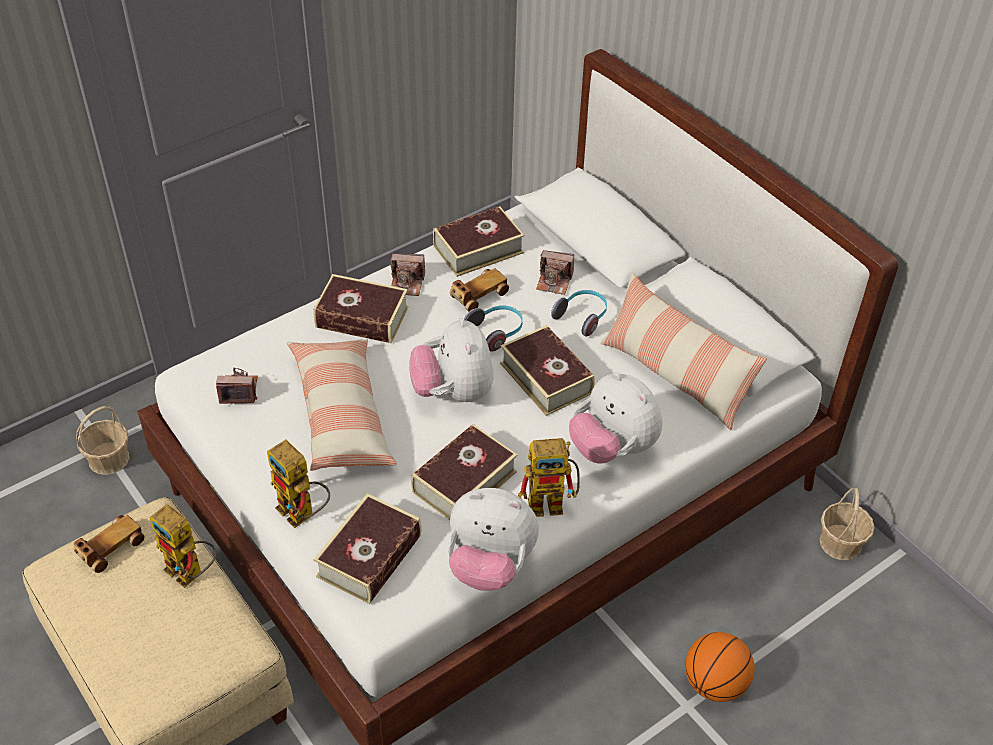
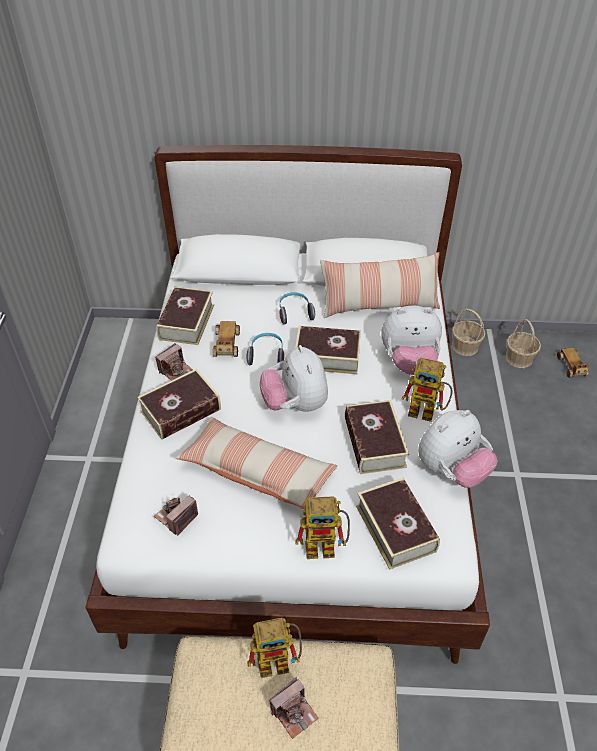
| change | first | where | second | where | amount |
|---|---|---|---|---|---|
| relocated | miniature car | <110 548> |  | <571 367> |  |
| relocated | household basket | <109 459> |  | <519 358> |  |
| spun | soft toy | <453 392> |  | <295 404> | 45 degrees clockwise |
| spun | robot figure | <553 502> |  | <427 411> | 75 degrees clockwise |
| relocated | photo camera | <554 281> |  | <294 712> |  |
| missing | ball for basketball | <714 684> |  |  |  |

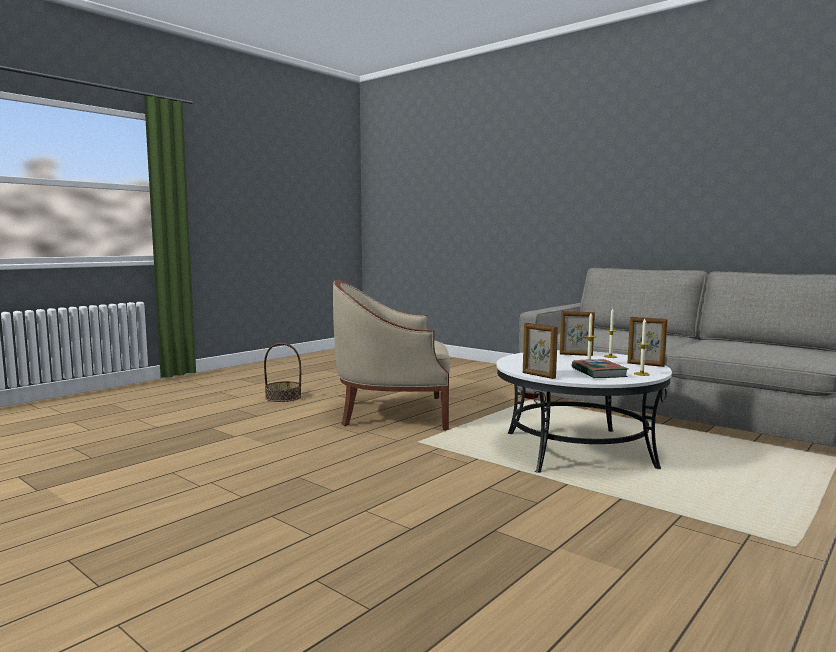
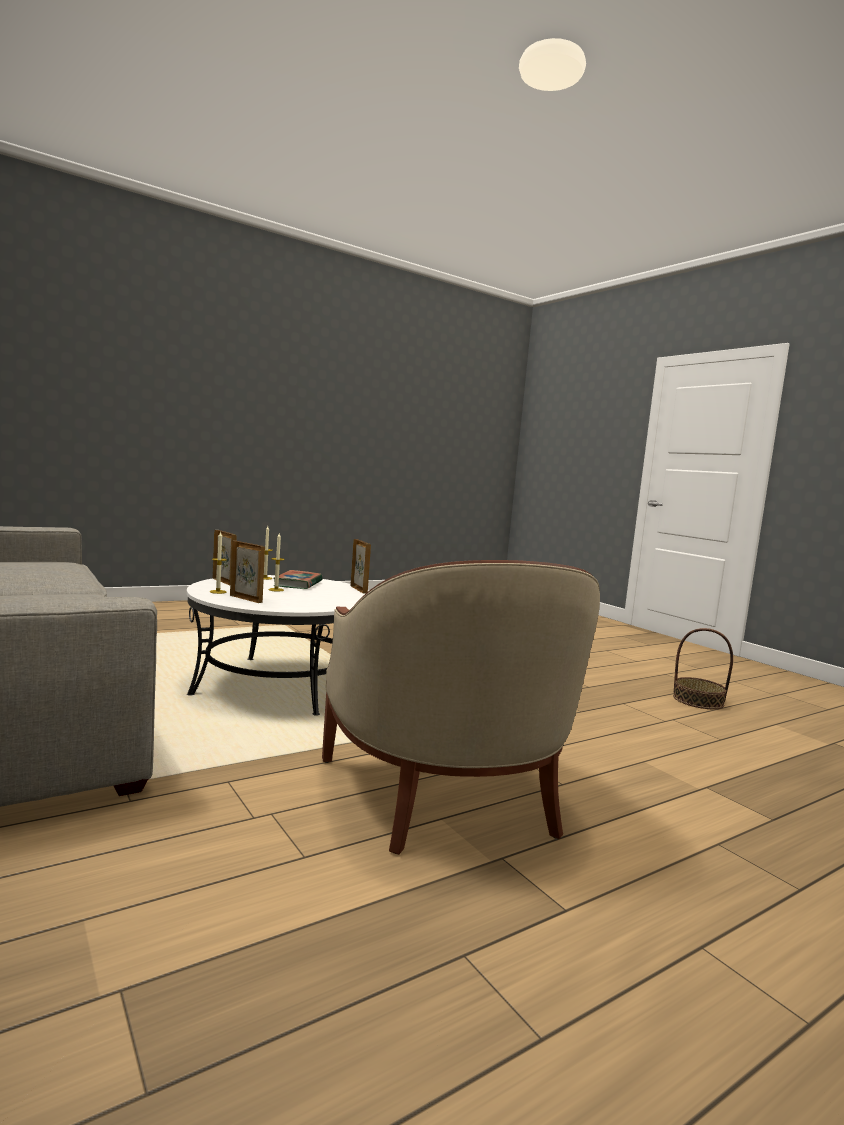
| change | first | where | second | where | amount |
|---|---|---|---|---|---|
| relocated | household basket | <283 397> |  | <698 700> |  |
| spun | beige easy chair | <394 413> |  | <445 795> | 60 degrees clockwise |

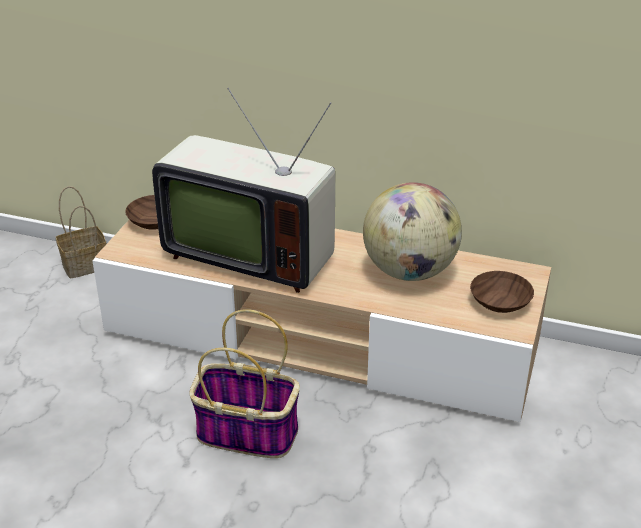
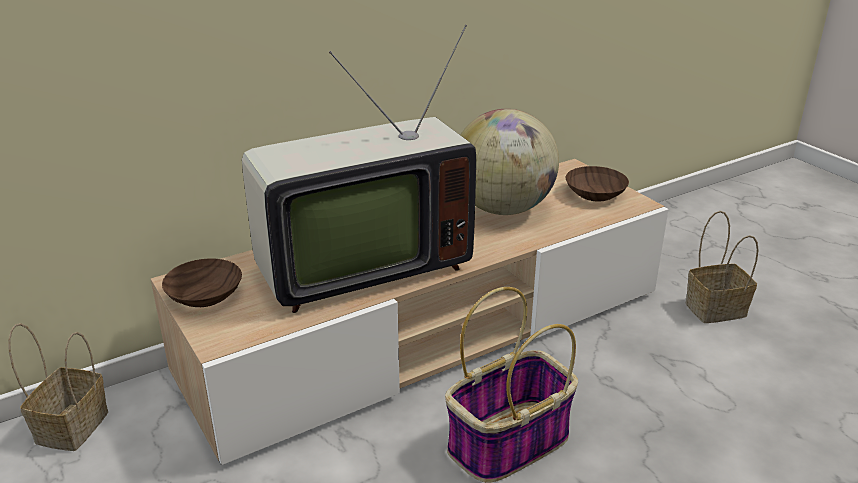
| change | first | where | second | where | amount |
|---|---|---|---|---|---|
| appeared |  |  | household basket | <716 308> |  |

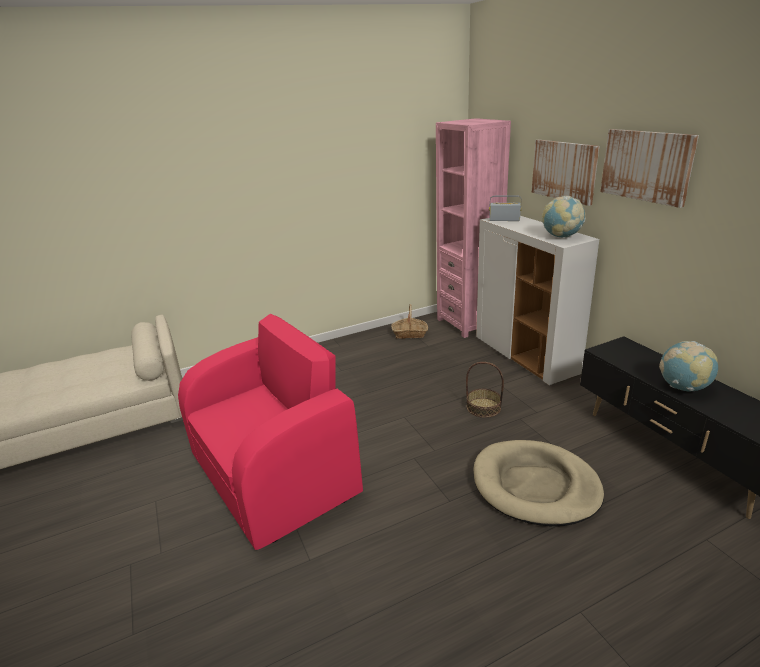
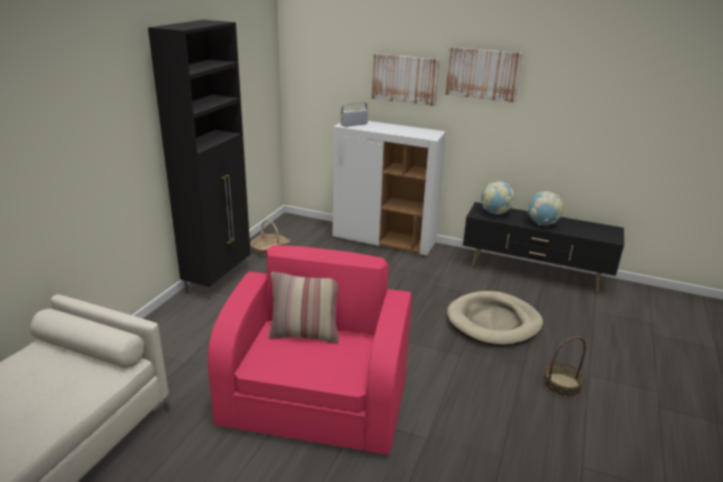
| change | first | where | second | where | amount |
|---|---|---|---|---|---|
| missing | pink-coloured shelving unit | <468 323> |  |  |  |
| relocated | household basket | <483 407> |  | <561 385> |  |
| relocated | desk globe | <561 236> |  | <495 213> |  |
| appeared |  |  | black-coloured storage cabinet | <219 280> |  |
| appeared |  |  | pillow | <305 334> |  |

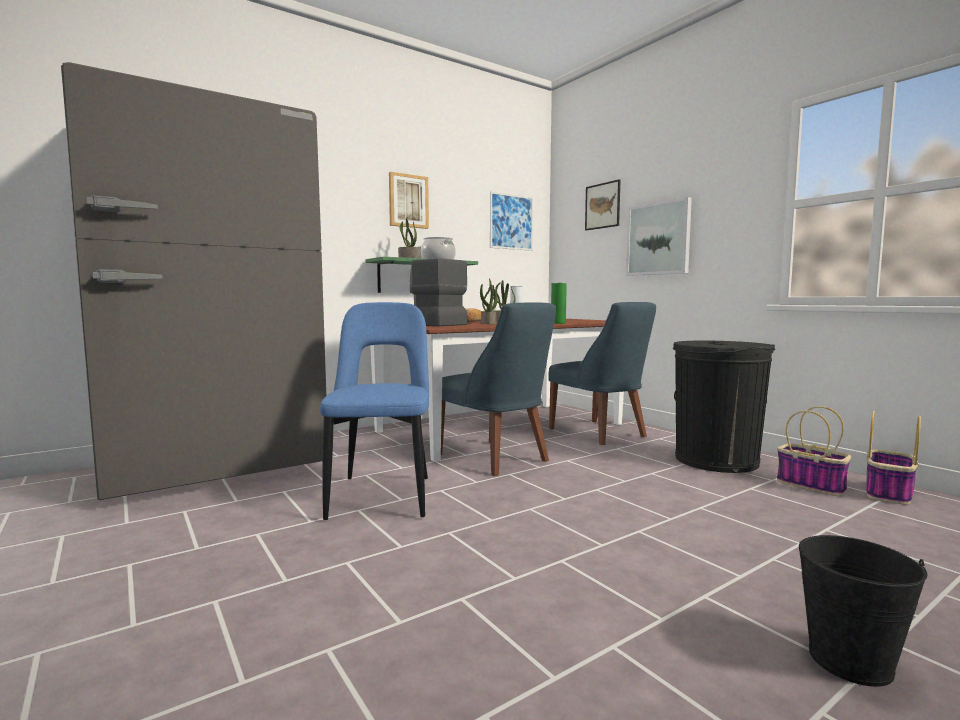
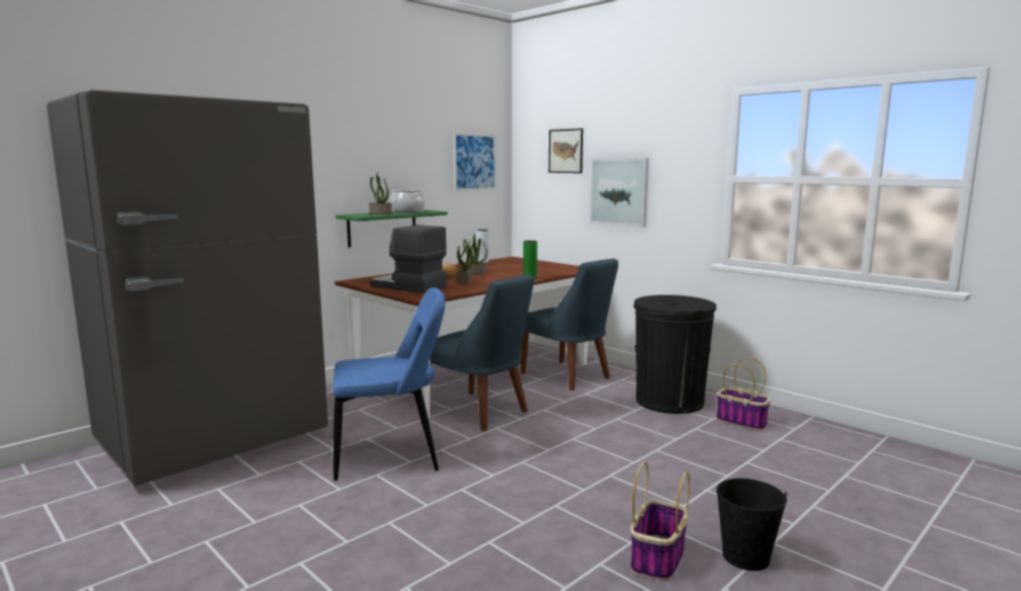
| change | first | where | second | where | amount |
|---|---|---|---|---|---|
| spun | blue plain chair | <383 494> |  | <391 458> | 90 degrees clockwise |
| missing | picture | <408 201> |  |  |  |
| relocated | household basket | <888 493> |  | <657 559> |  |

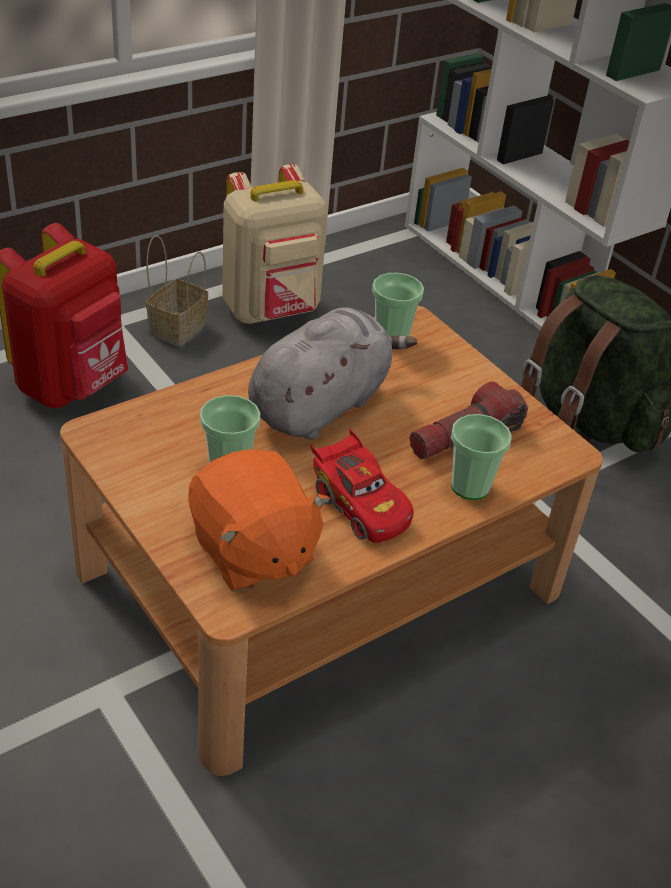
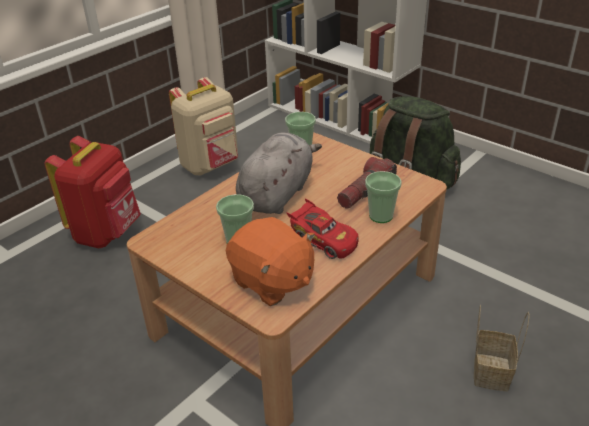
| change | first | where | second | where | amount |
|---|---|---|---|---|---|
| relocated | household basket | <178 327> |  | <490 370> |  |

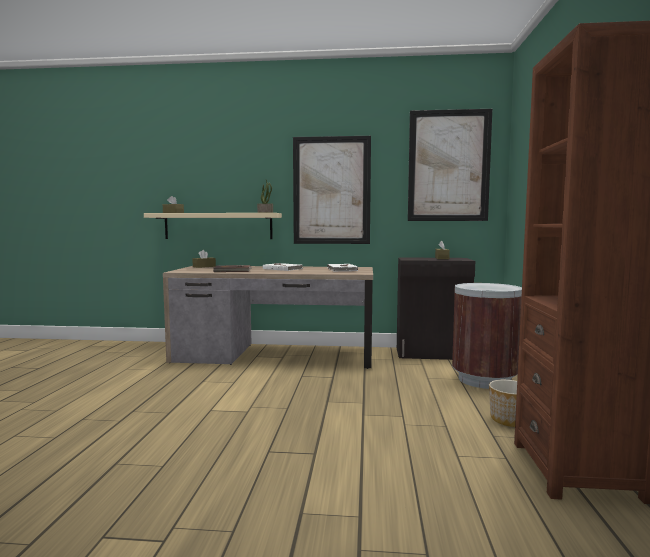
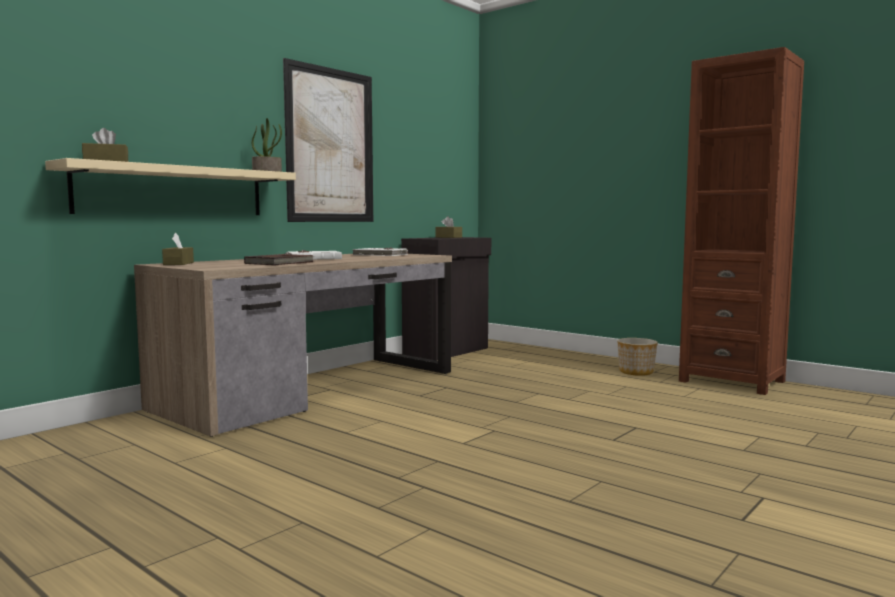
| change | first | where | second | where | amount |
|---|---|---|---|---|---|
| missing | picture | <448 166> |  |  |  |
| missing | brownish rubbish bin | <484 380> |  |  |  |

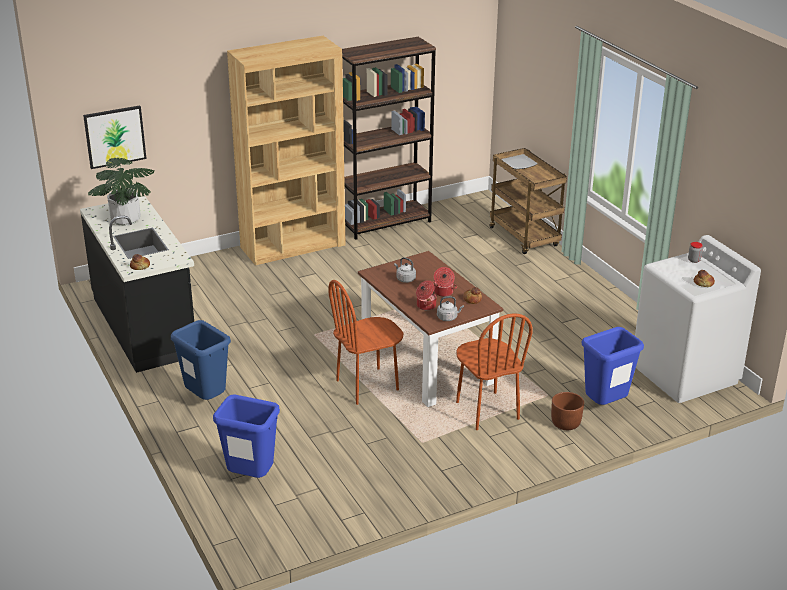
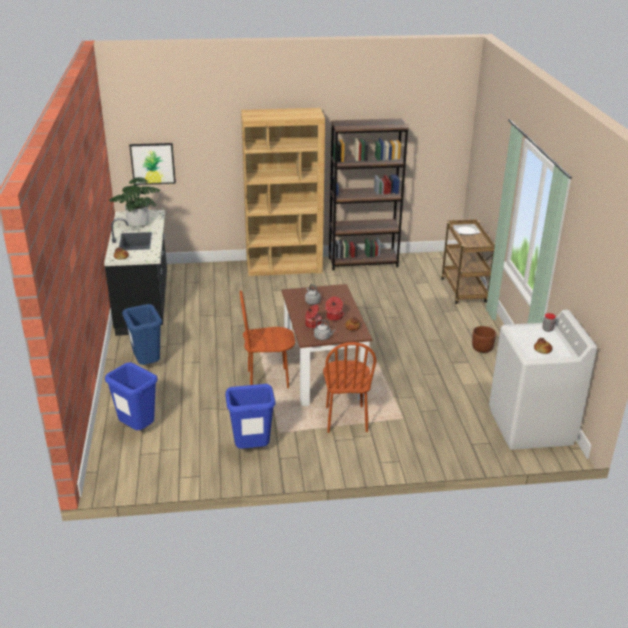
| change | first | where | second | where | amount |
|---|---|---|---|---|---|
| relocated | brownish planter | <565 424> |  | <482 348> |  |
| relocated | blue rubbish bin | <604 406> |  | <251 450> |  |

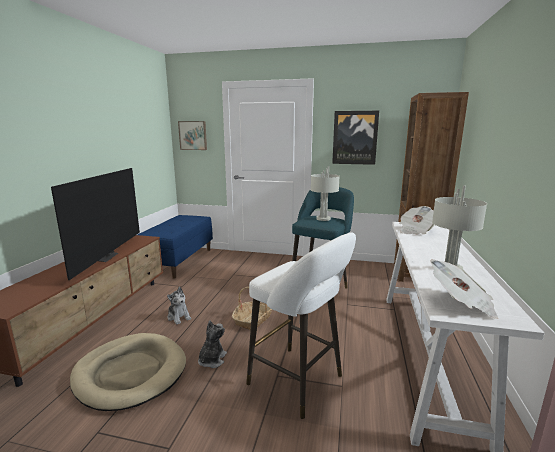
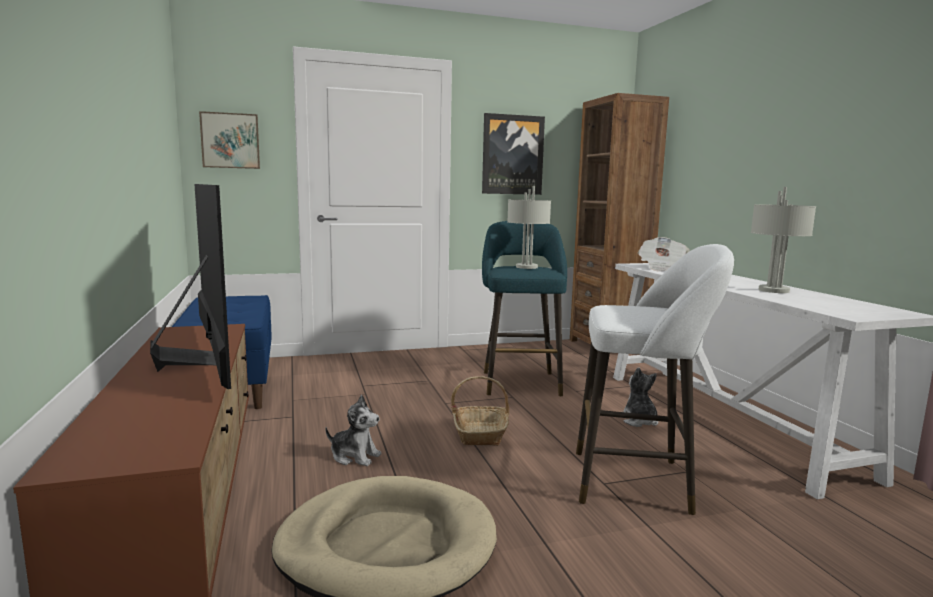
| change | first | where | second | where | amount |
|---|---|---|---|---|---|
| relocated | soft toy | <211 360> |  | <639 421> |  |
| missing | newspaper | <461 303> |  |  |  |

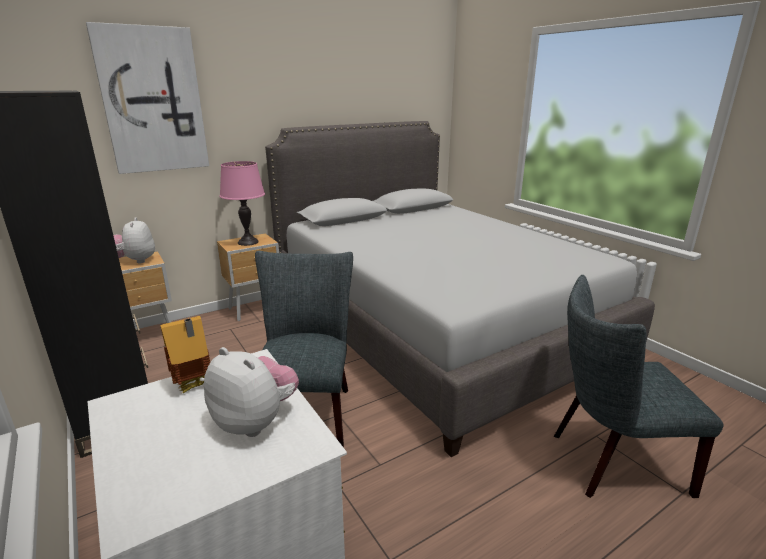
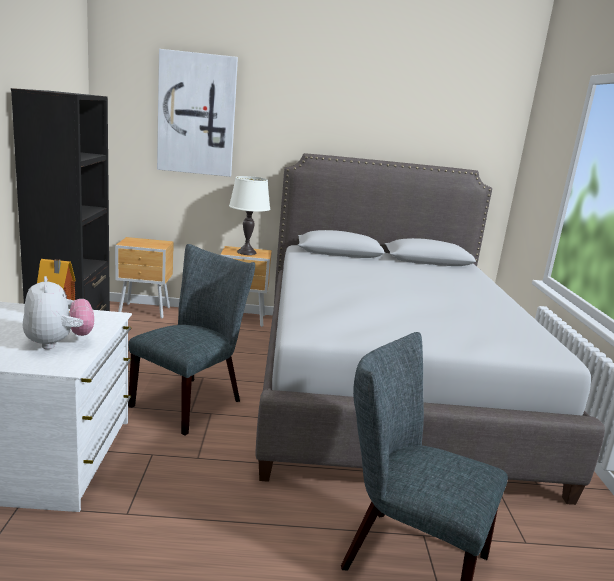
| change | first | where | second | where | amount |
|---|---|---|---|---|---|
| missing | soft toy | <135 261> |  |  |  |
| colour | pink-coloured table lamp | <248 242> | whitish table lamp | <246 252> |  |

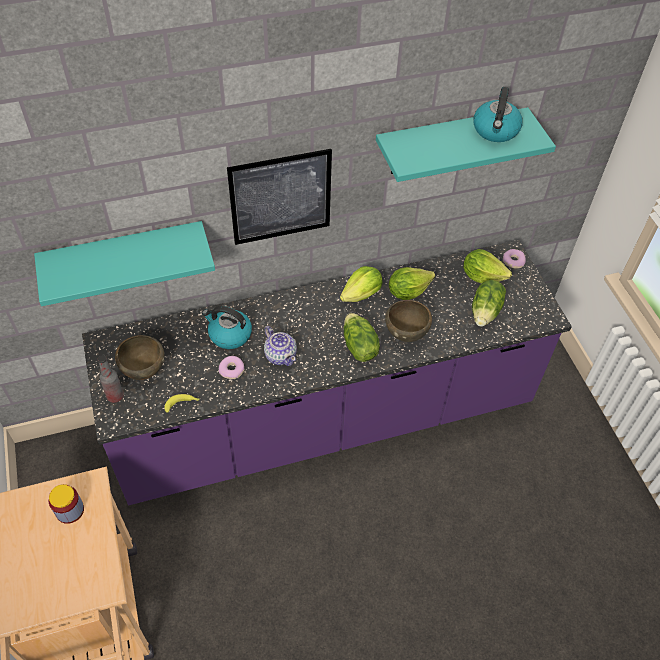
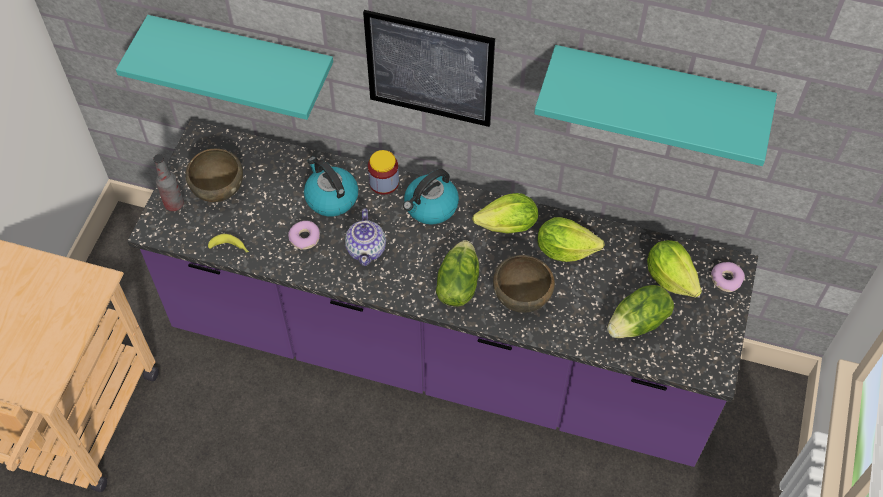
| change | first | where | second | where | amount |
|---|---|---|---|---|---|
| relocated | storage jar | <70 510> |  | <384 182> |  |
| relocated | kettle | <495 131> |  | <430 207> |  |

